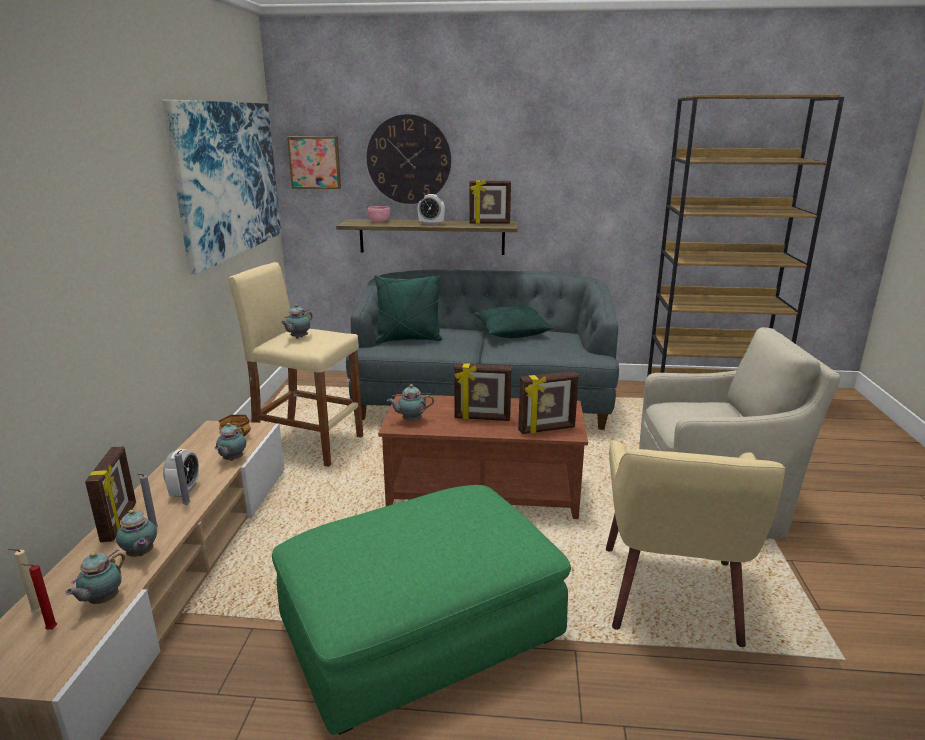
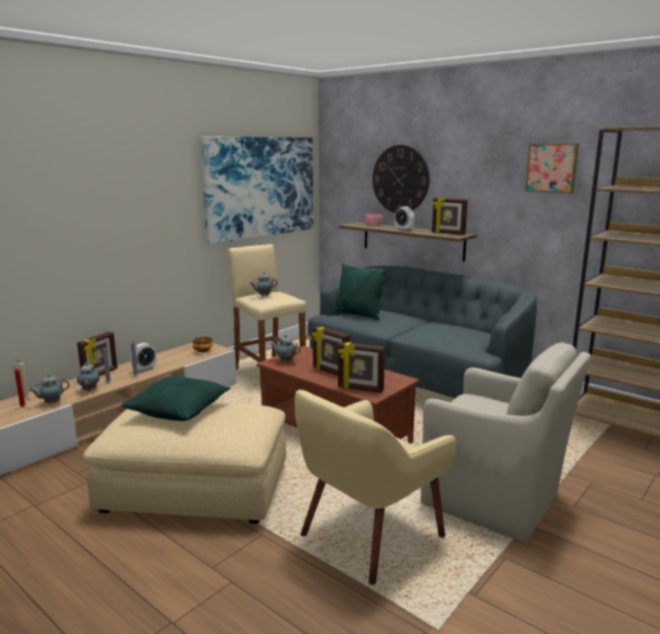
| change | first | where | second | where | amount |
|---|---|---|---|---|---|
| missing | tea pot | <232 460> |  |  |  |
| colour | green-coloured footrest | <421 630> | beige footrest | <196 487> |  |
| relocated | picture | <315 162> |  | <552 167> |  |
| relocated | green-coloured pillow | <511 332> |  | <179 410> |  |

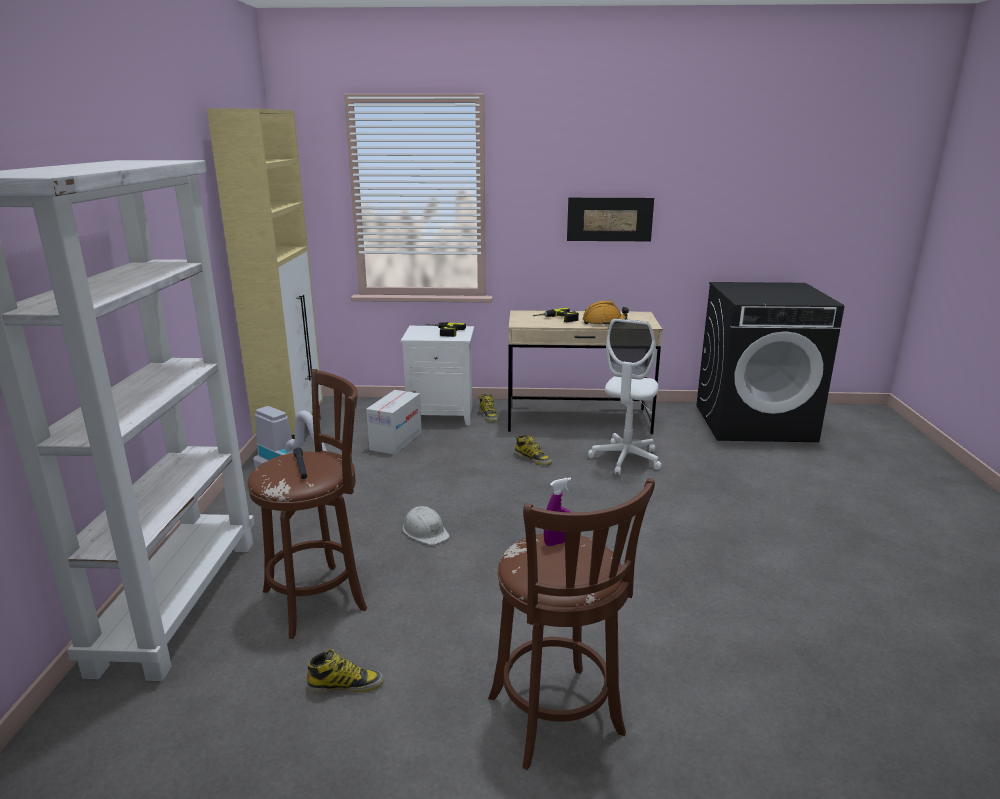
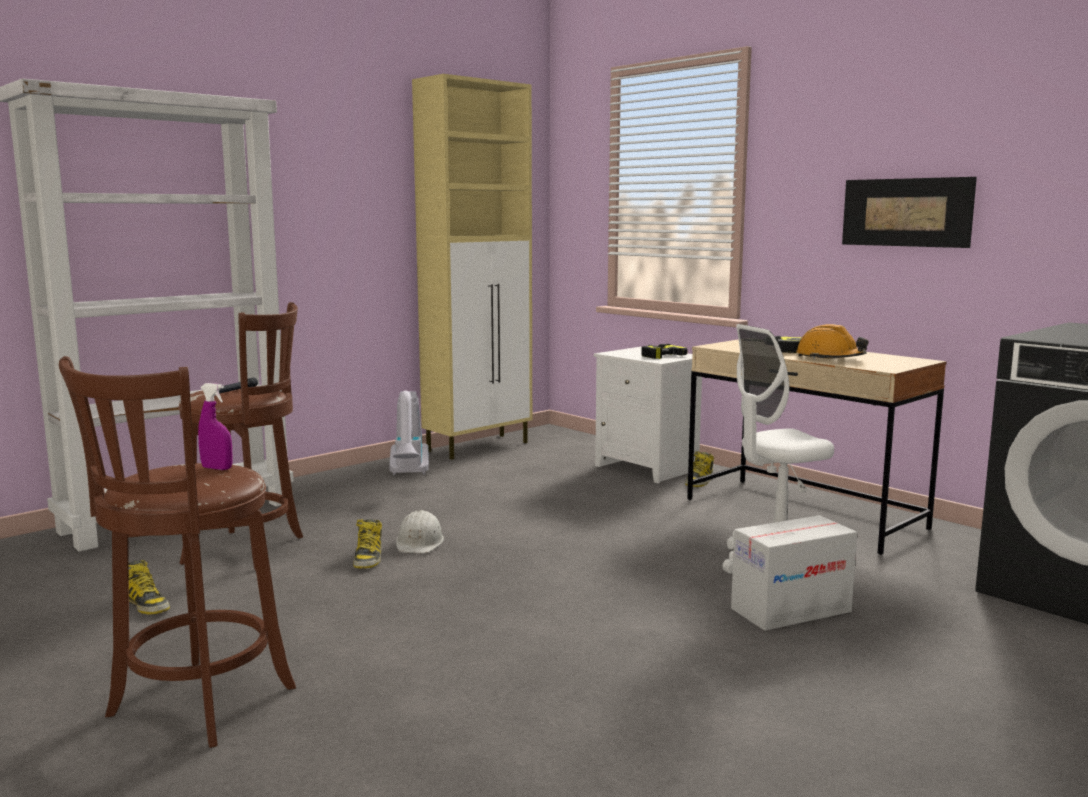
| change | first | where | second | where | amount |
|---|---|---|---|---|---|
| relocated | cardboard box | <396 441> |  | <791 610> |  |
| relocated | tall boot | <533 458> |  | <368 558> |  |

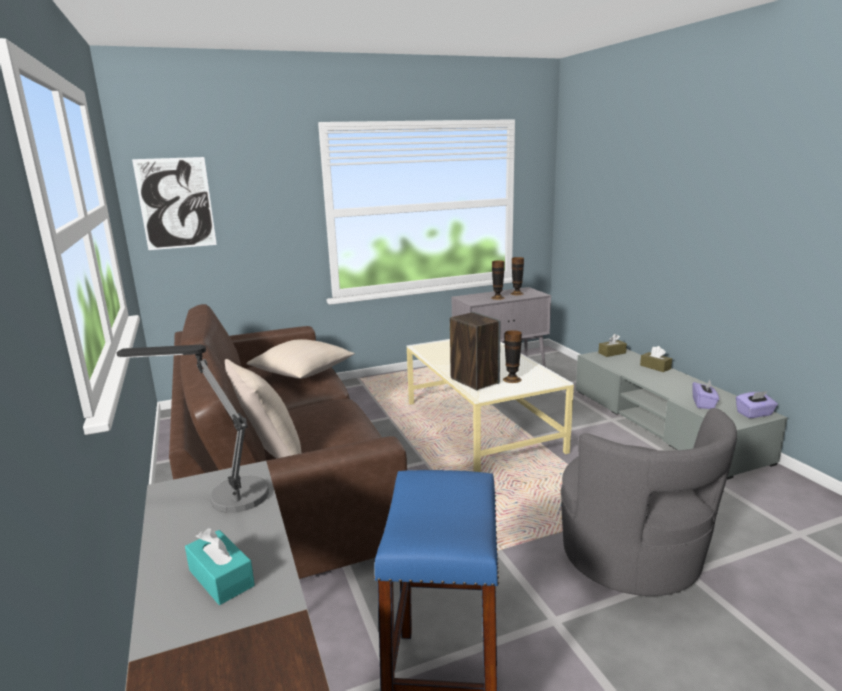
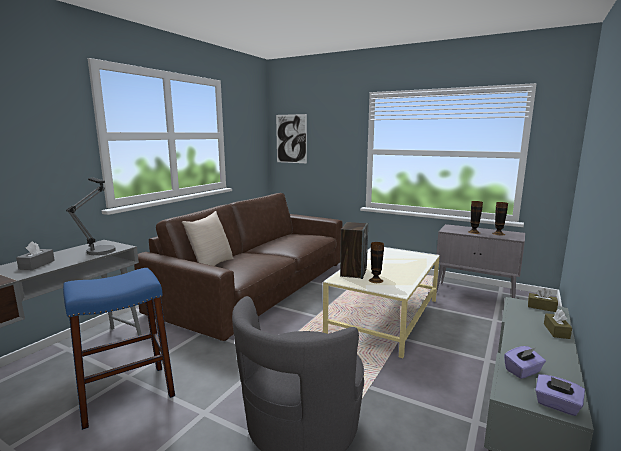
| change | first | where | second | where | amount |
|---|---|---|---|---|---|
| colour | blue-green tissue holder | <221 578> | greyish tissue holder | <37 265> |  |
| missing | beige pillow | <302 372> |  |  |  |

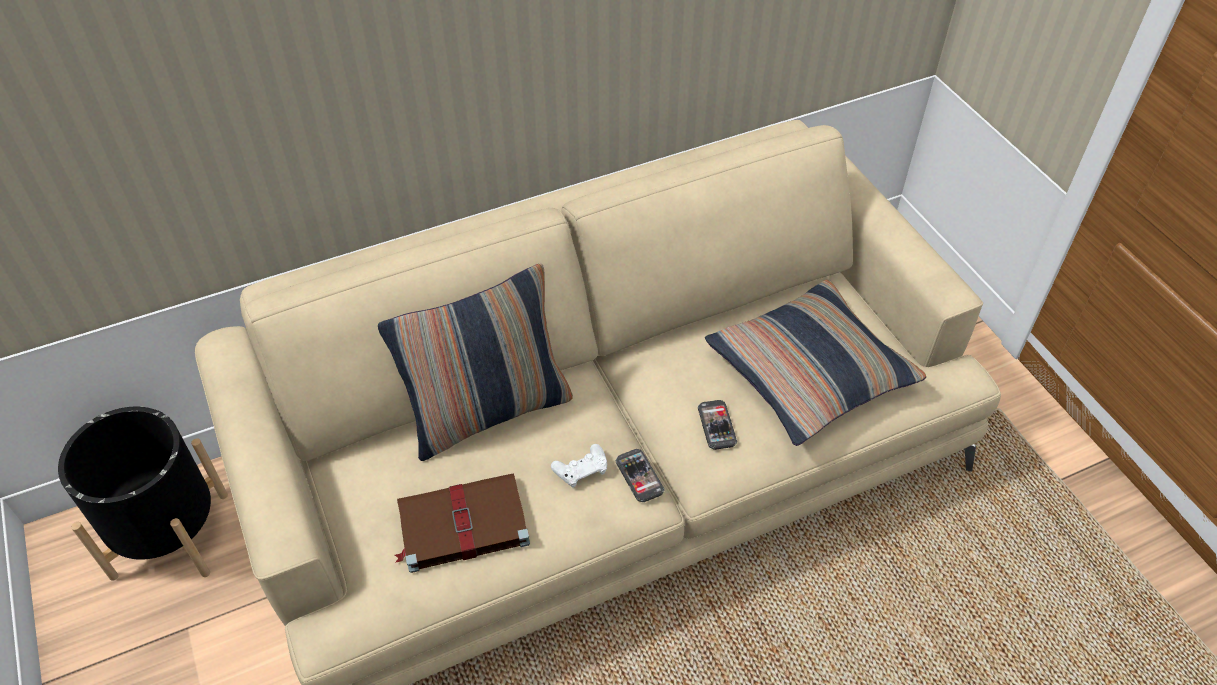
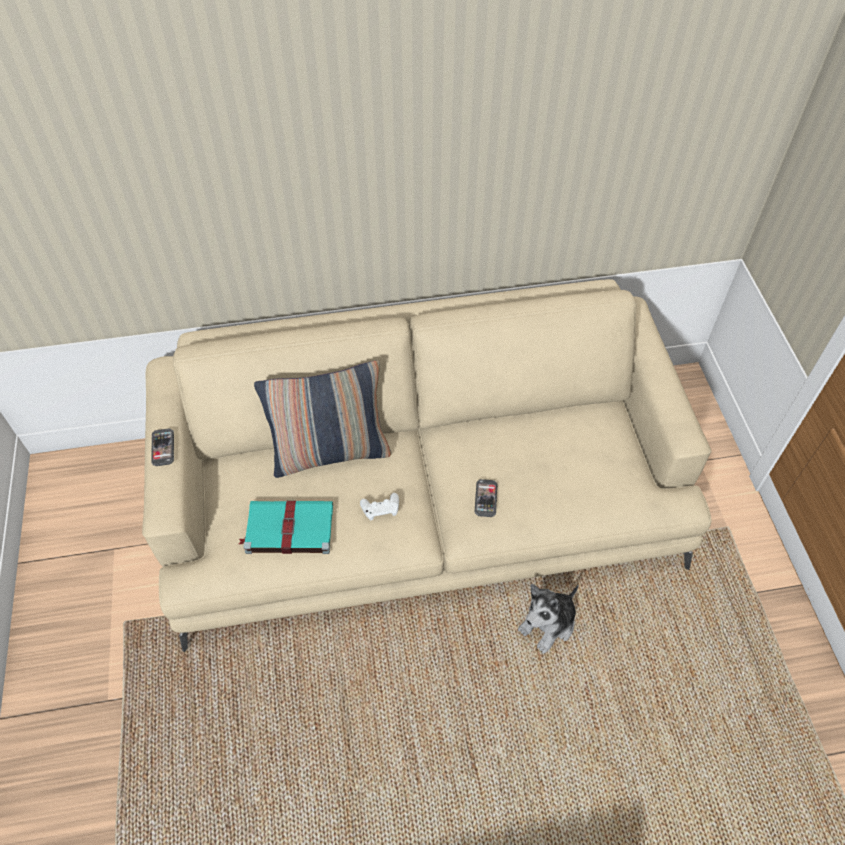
| change | first | where | second | where | amount |
|---|---|---|---|---|---|
| missing | black-coloured planter | <170 535> |  |  |  |
| colour | brownish book | <460 525> | blue-green book | <288 528> |  |
| relocated | handset | <639 476> |  | <163 448> |  |
| missing | pillow | <809 372> |  |  |  |
| appeared |  |  | soft toy | <548 624> |  |

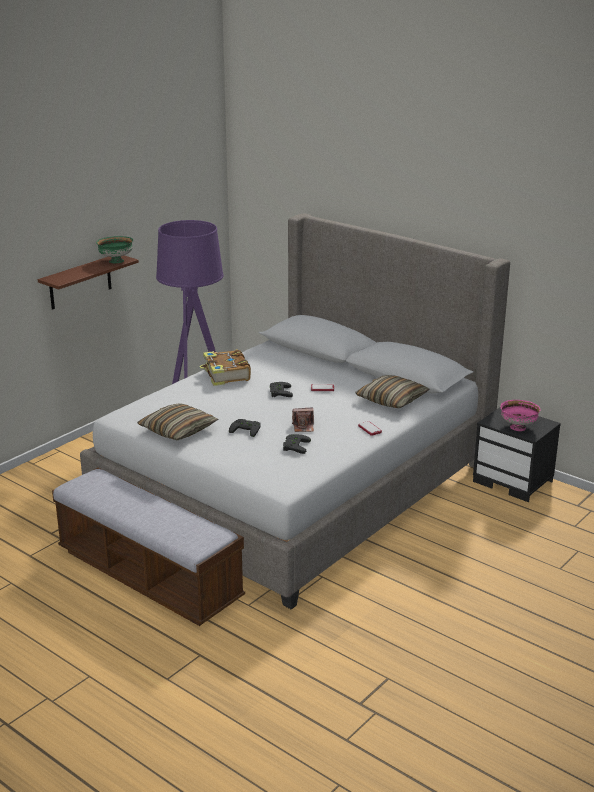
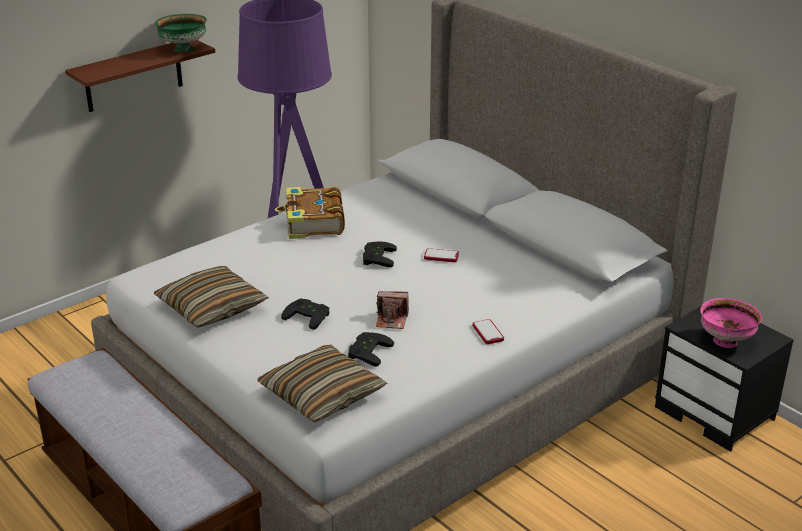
| change | first | where | second | where | amount |
|---|---|---|---|---|---|
| relocated | pillow | <391 400> |  | <322 395> |  |

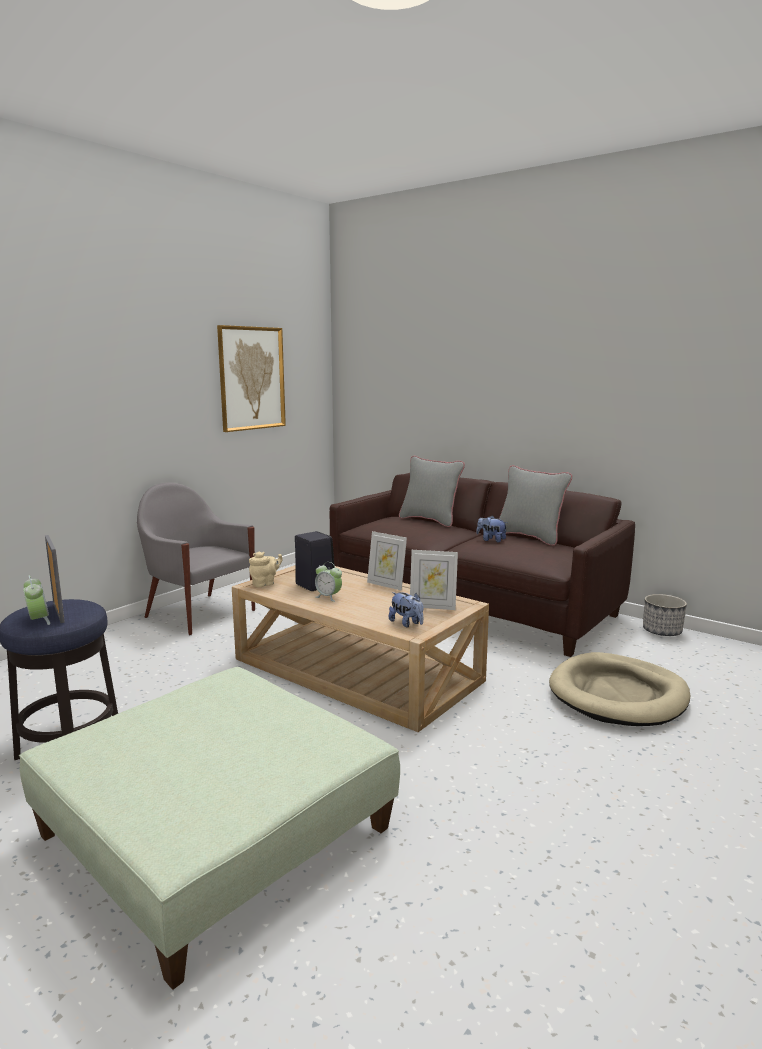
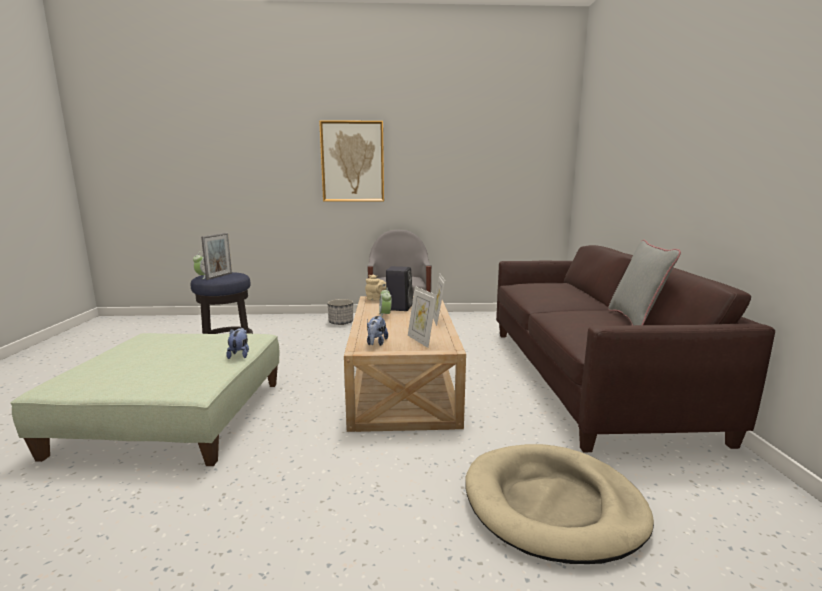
| change | first | where | second | where | amount |
|---|---|---|---|---|---|
| relocated | picture | <251 378> |  | <352 162> |  |
| missing | greyish pillow | <430 520> |  |  |  |
| relocated | soft toy | <491 540> |  | <239 355> |  |
| relocated | planter | <662 631> |  | <341 322> |  |

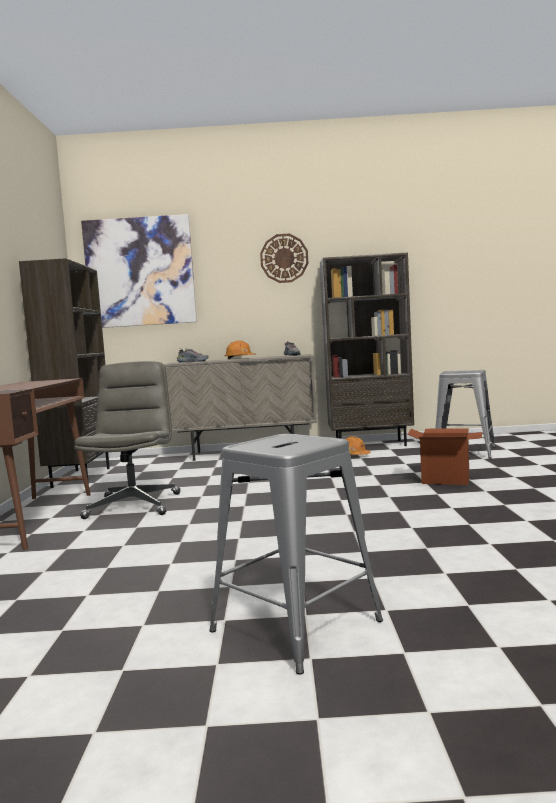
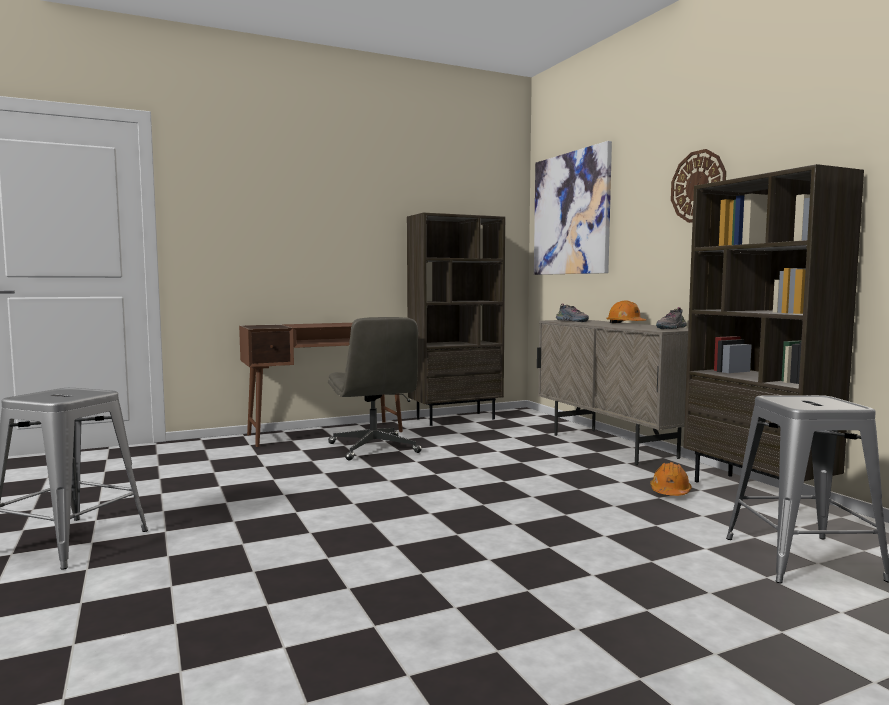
| change | first | where | second | where | amount |
|---|---|---|---|---|---|
| spun | greyish desk chair | <133 505> |  | <374 448> | 90 degrees clockwise |
| missing | cardboard box | <446 480> |  |  |  |

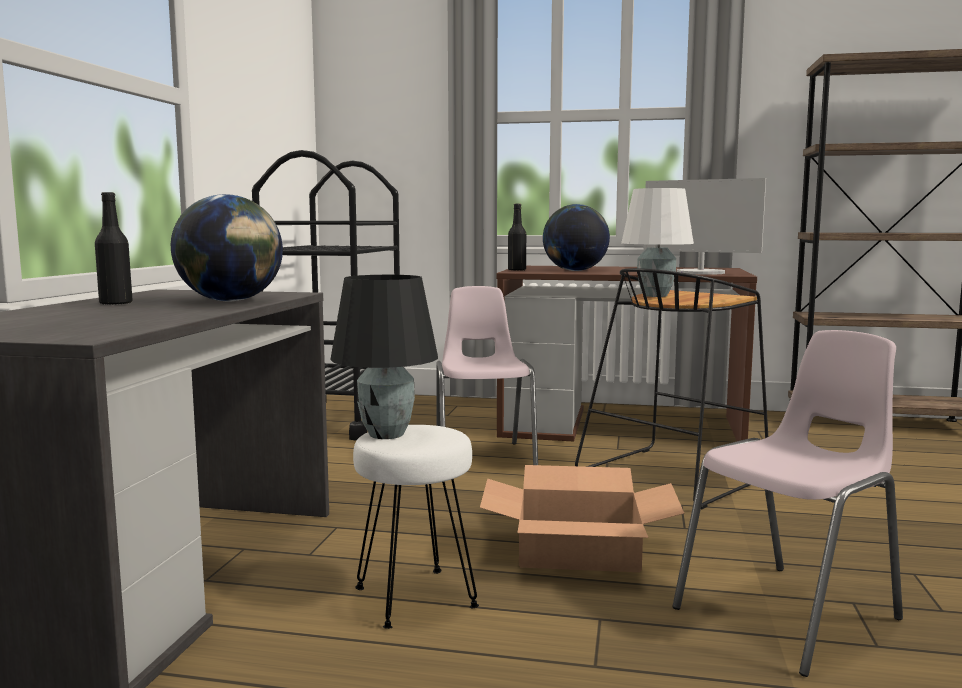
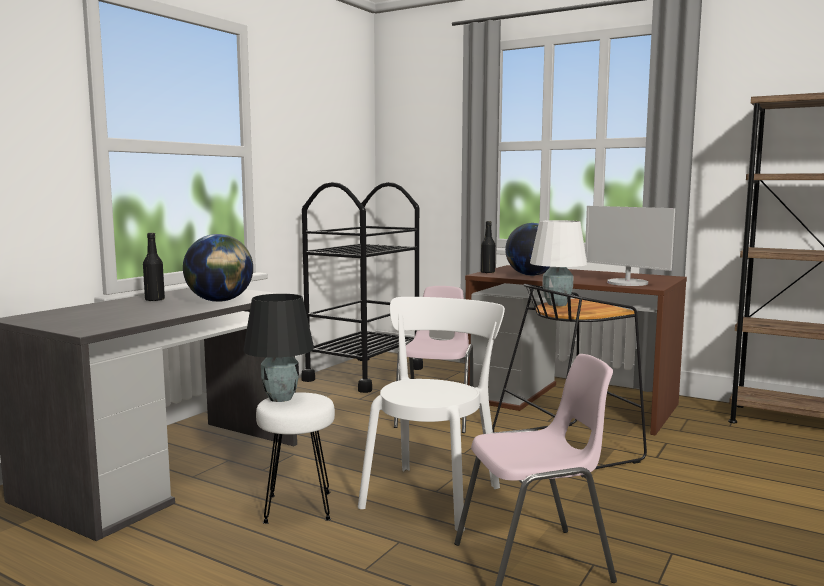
| change | first | where | second | where | amount |
|---|---|---|---|---|---|
| exchanged | cardboard box | <578 550> | whitish plain chair | <433 494> |  |

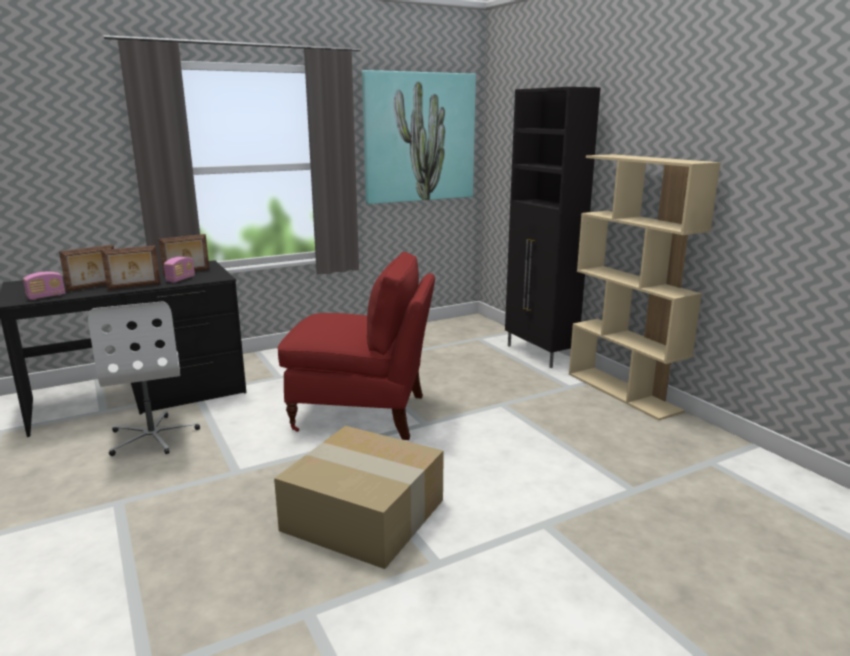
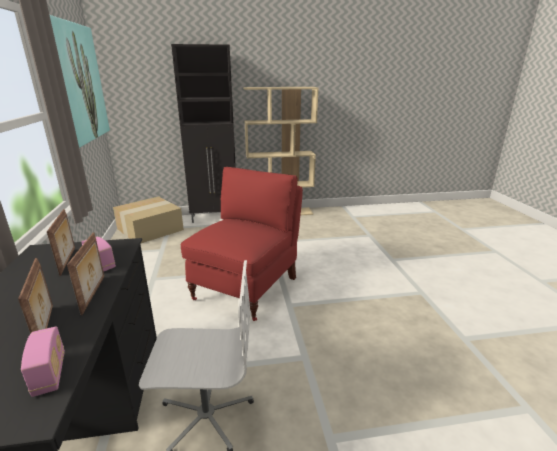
| change | first | where | second | where | amount |
|---|---|---|---|---|---|
| relocated | cardboard box | <366 514> |  | <150 229> |  |

